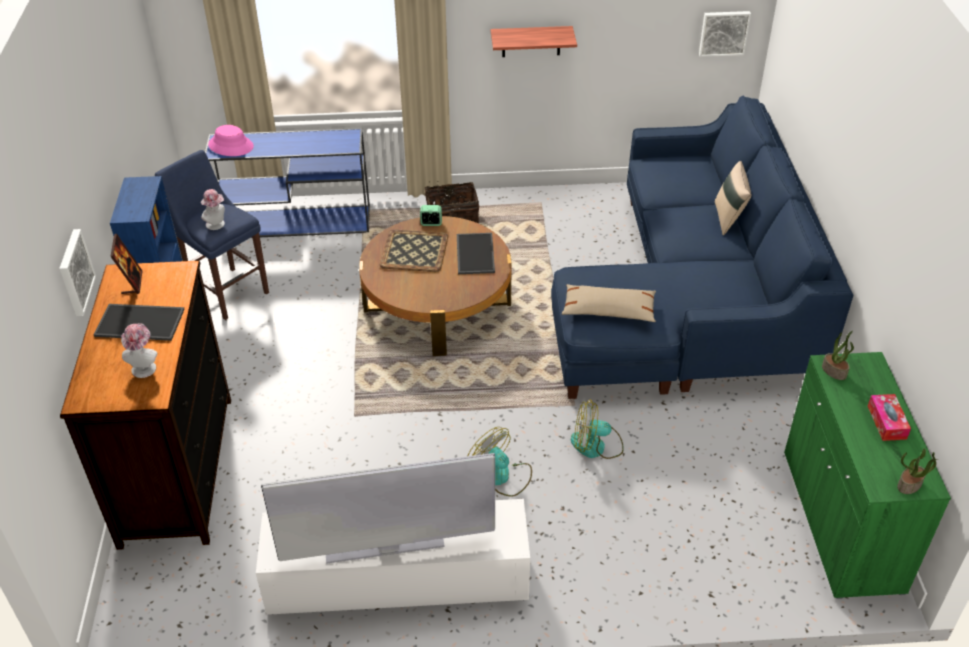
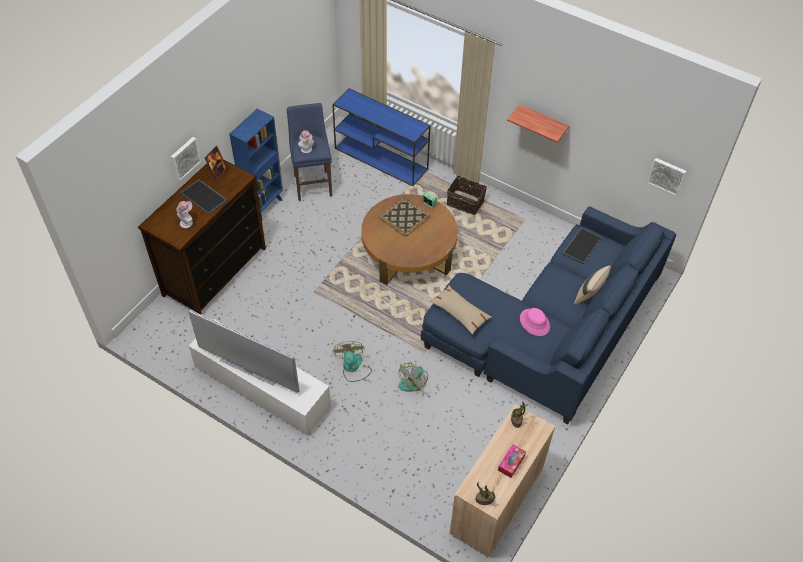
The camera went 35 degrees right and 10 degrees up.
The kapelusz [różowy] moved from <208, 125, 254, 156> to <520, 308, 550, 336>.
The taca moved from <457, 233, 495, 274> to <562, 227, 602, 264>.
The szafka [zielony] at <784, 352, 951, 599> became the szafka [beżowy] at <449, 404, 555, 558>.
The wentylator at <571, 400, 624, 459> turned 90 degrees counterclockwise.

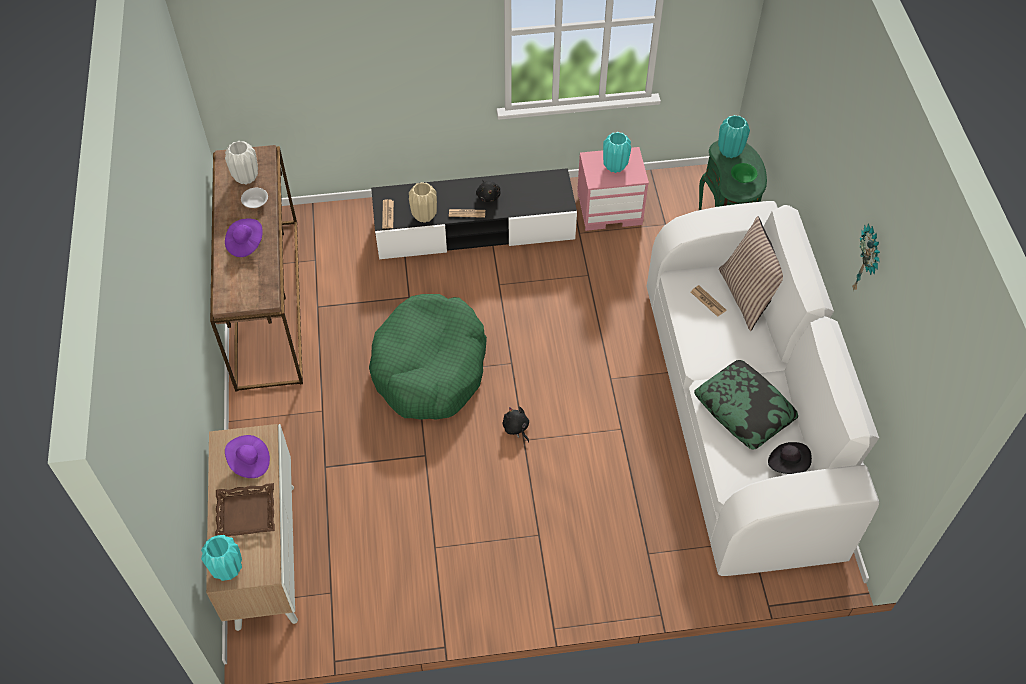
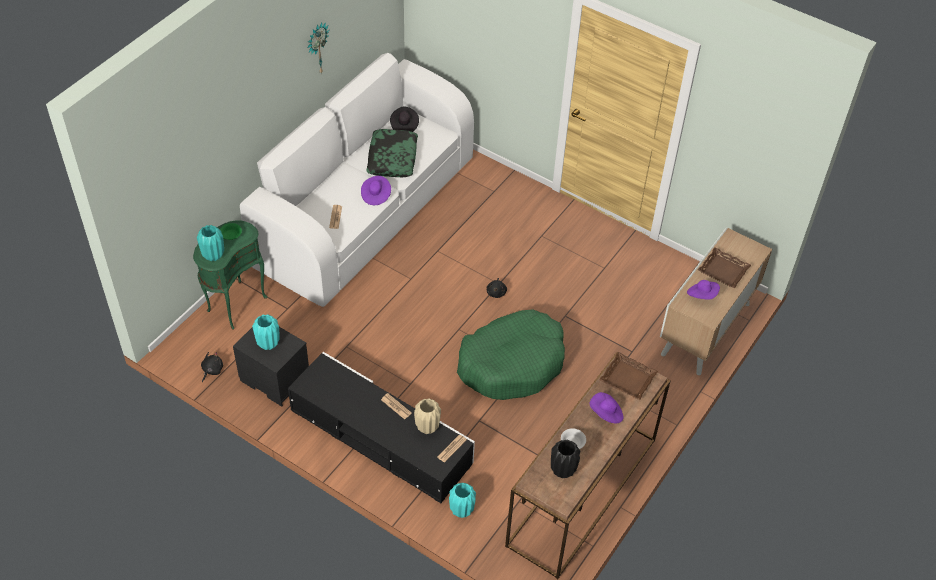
The camera went 140 degrees left and 5 degrees down.
The wazon [biały] at <225, 141, 258, 185> became the wazon [czarny] at <551, 440, 580, 478>.
The szafka nocna [różowy] at <577, 147, 649, 231> became the szafka nocna [czarny] at <233, 327, 309, 407>.
The pluszak [czarny] moved from <476, 179, 500, 202> to <201, 352, 223, 382>.
The poduszka at <719, 216, 783, 331> disappeared.
The wazon [turkusowy] moved from <201, 535, 242, 581> to <449, 483, 476, 518>.
The kapelusz [fioletowy] at <361, 176, 391, 205> appeared.
The taca [brązowy] at <599, 352, 658, 400> appeared.

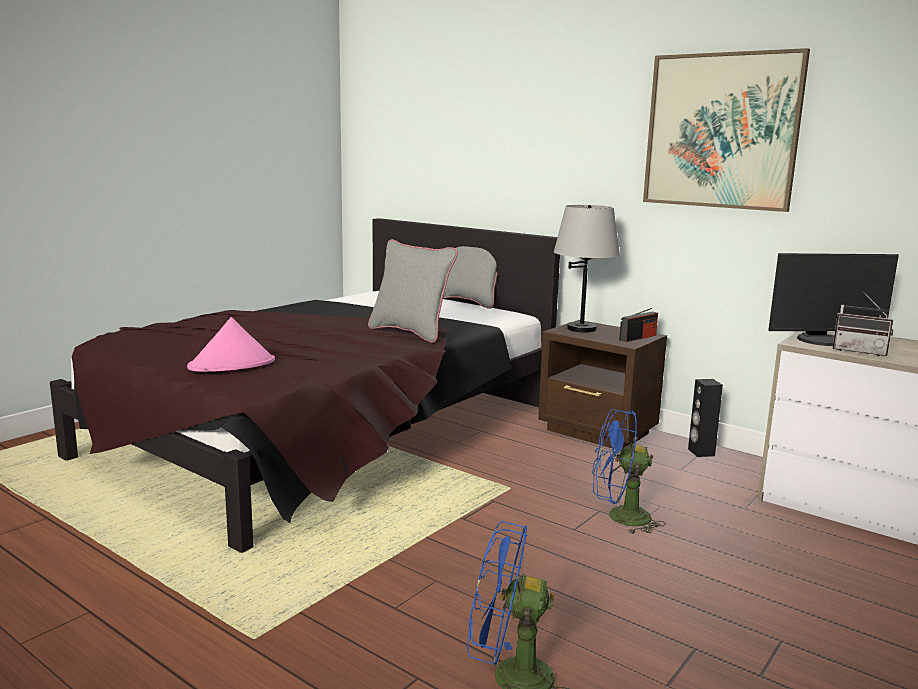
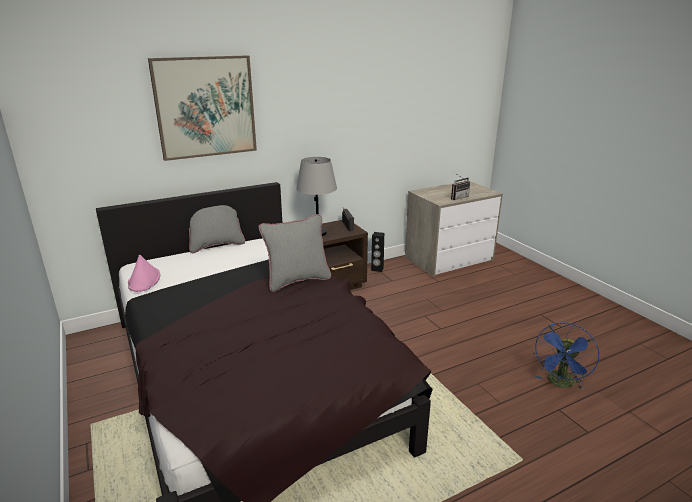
The camera went 65 degrees left and 10 degrees up.
The obraz moved from <643, 48, 810, 212> to <148, 55, 257, 161>.
The monitor at <768, 253, 899, 346> disappeared.
The kapelusz [różowy] moved from <187, 317, 275, 372> to <128, 254, 160, 292>.
The wentylator [niebieski] at <592, 409, 666, 535> disappeared.

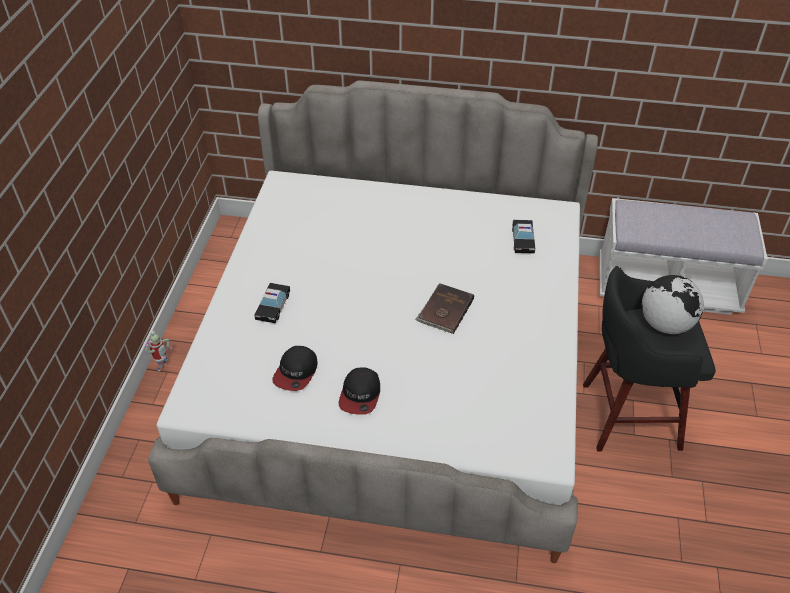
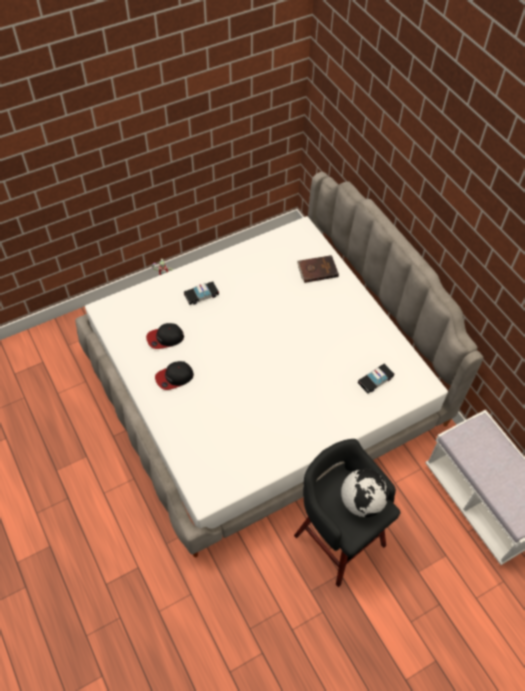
The camera went 50 degrees right and 10 degrees up.
The książka [brązowy] moved from <415, 283, 474, 334> to <297, 255, 339, 283>.

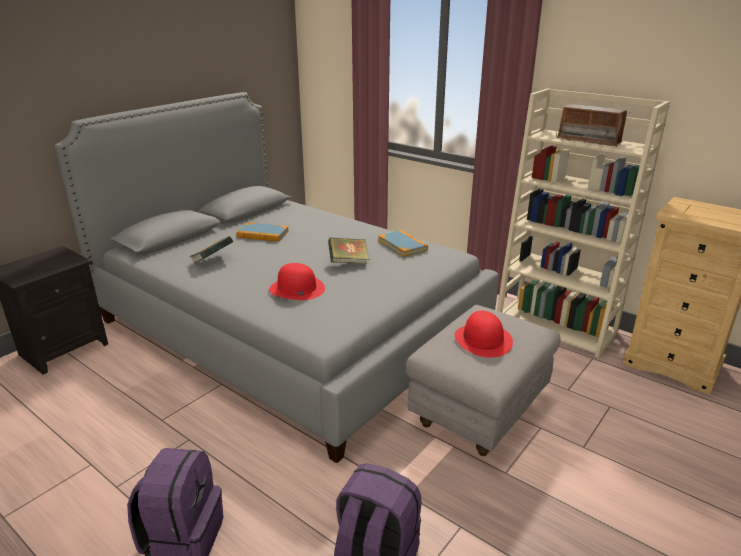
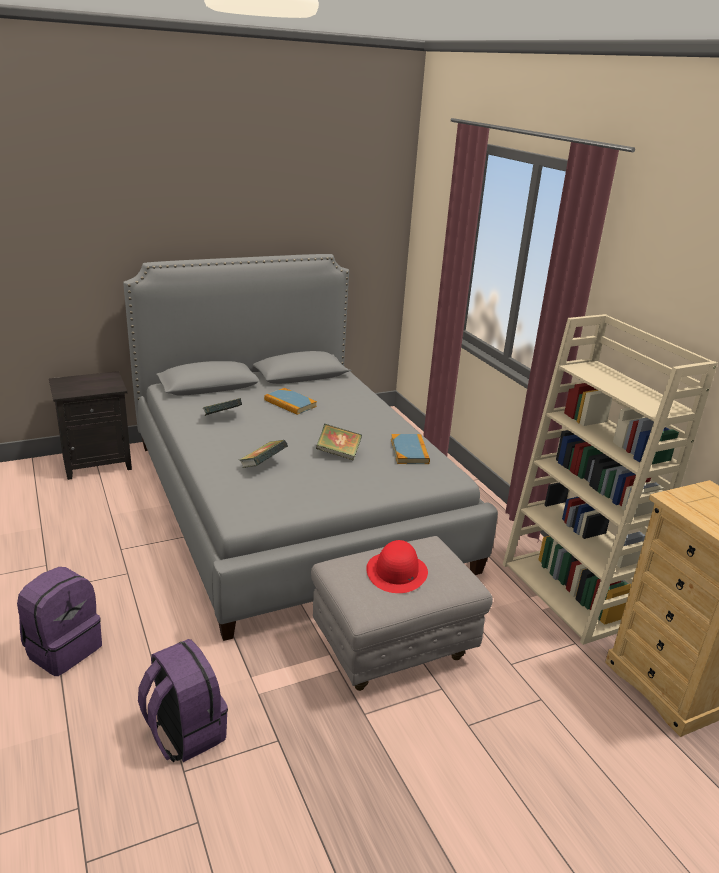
The camera went 25 degrees right and 0 degrees up.
The radio at <556, 103, 627, 147> disappeared.
The kapelusz [czerwony] at <269, 263, 325, 300> was replaced by the książka at <239, 440, 288, 468>.

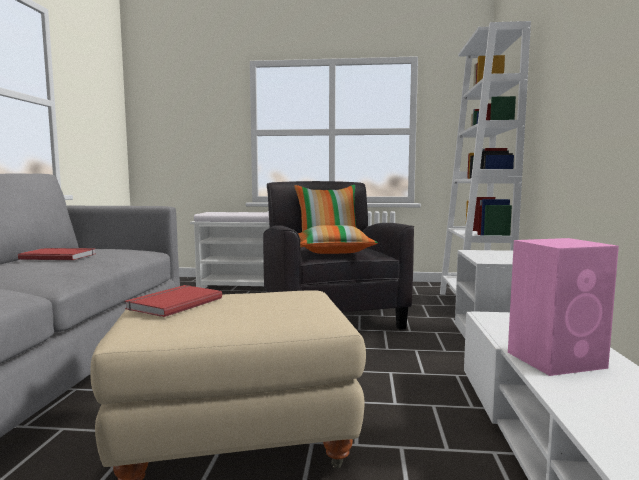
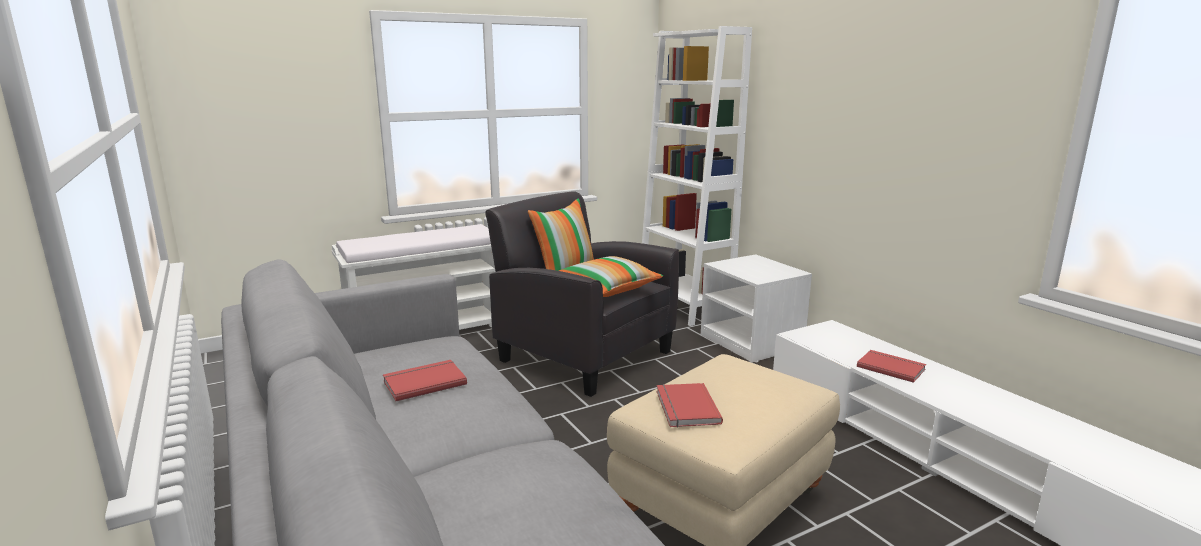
The camera went 35 degrees left and 10 degrees up.
The głośnik [różowy] at <508, 238, 619, 376> was replaced by the książka [czerwony] at <857, 350, 926, 383>.

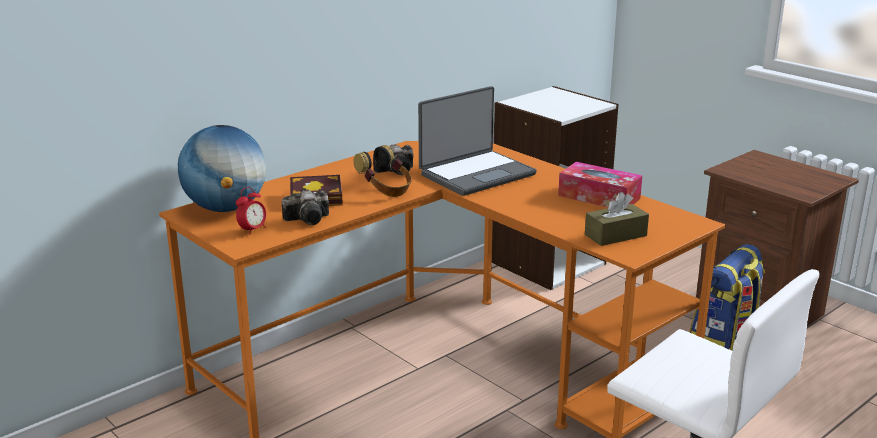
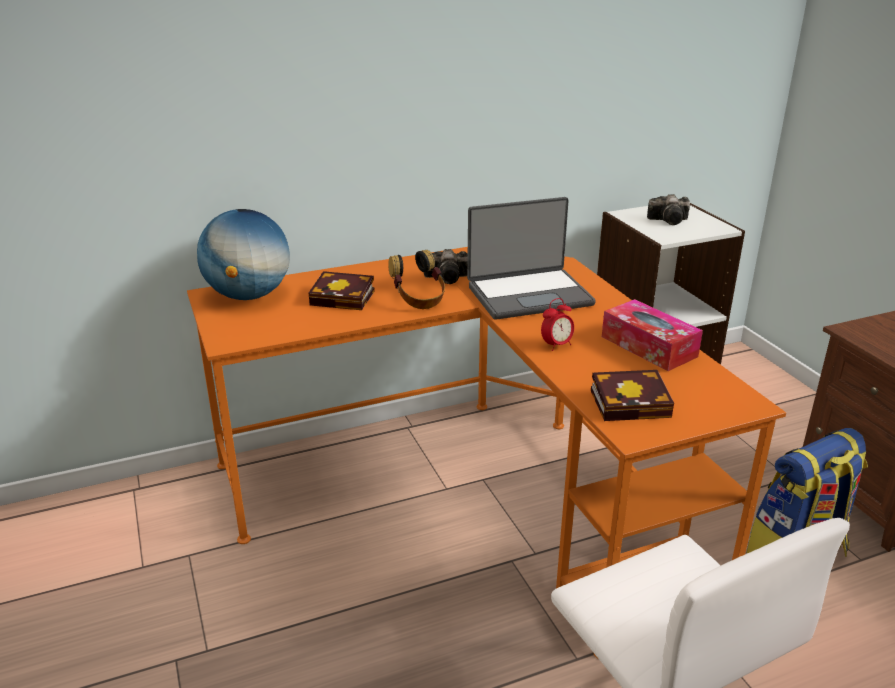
The camera went 20 degrees right and 5 degrees up.
The budzik moved from <236, 187, 266, 235> to <541, 298, 574, 351>.
The aparat fotograficzny moved from <282, 189, 329, 225> to <647, 194, 690, 225>.
The pudełko chusteczek [brązowy] at <585, 192, 649, 246> was replaced by the książka at <591, 370, 674, 421>.

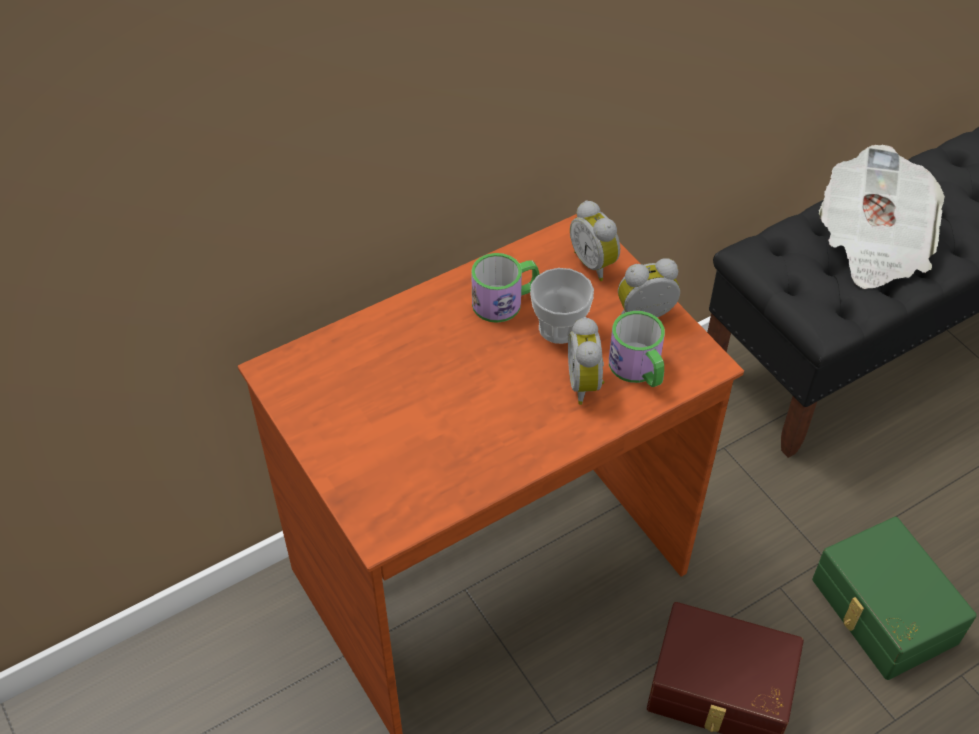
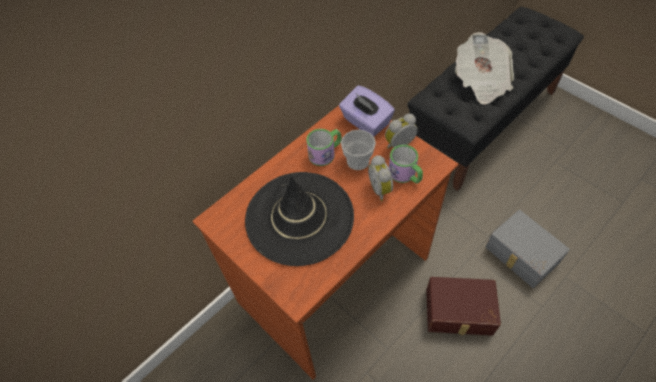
The camera went 10 degrees left and 5 degrees up.
The budzik at <570, 200, 620, 281> was replaced by the pudełko chusteczek [fioletowy] at <339, 85, 395, 137>.
The pojemnik do przechowywania [zielony] at <812, 517, 977, 680> became the pojemnik do przechowywania [szary] at <486, 210, 570, 288>.
The kapelusz [czarny] at <245, 172, 354, 266> appeared.

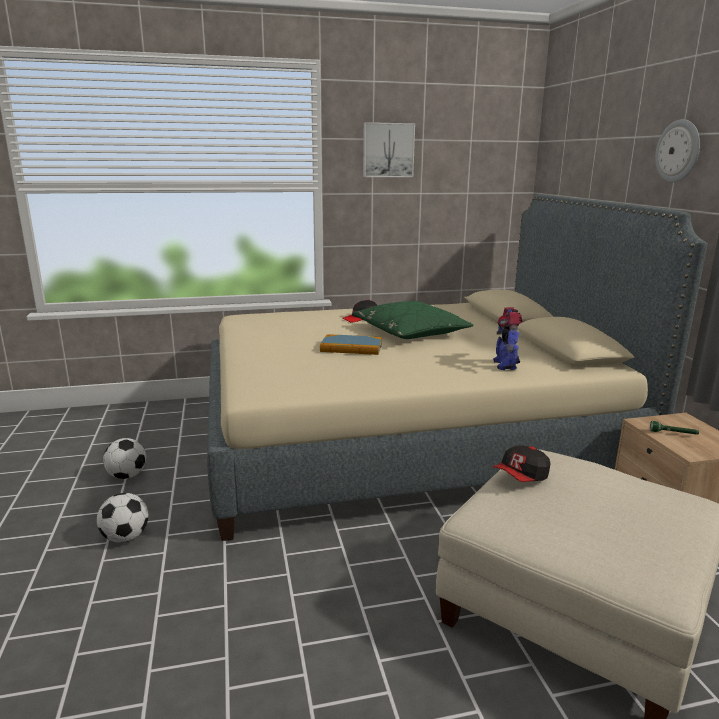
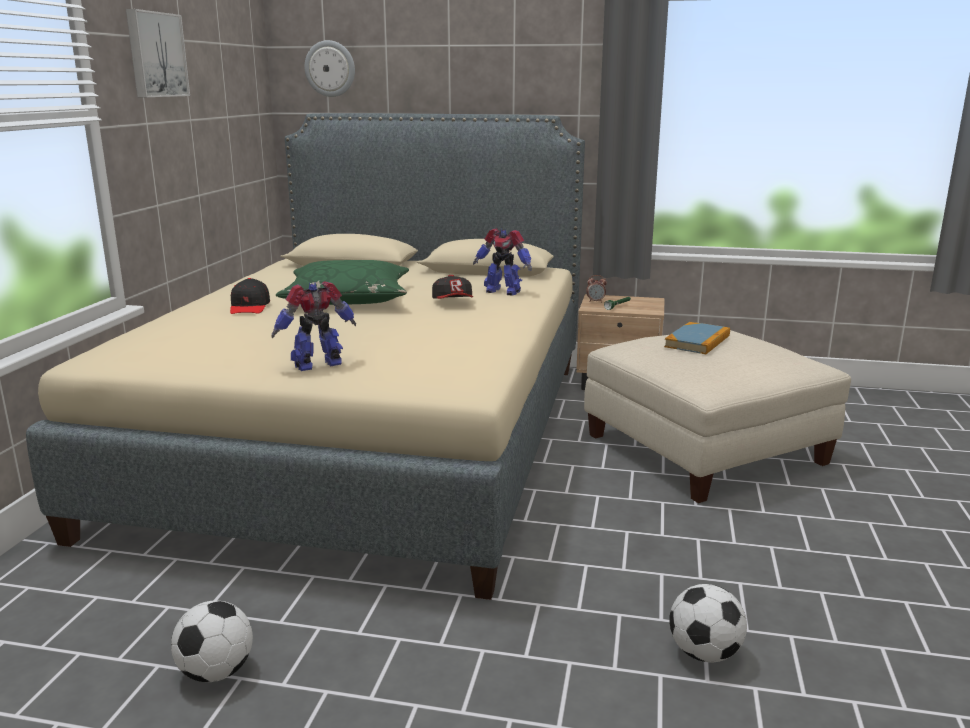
The camera went 65 degrees left and 0 degrees up.
The zegar ścienny moved from <655, 119, 700, 182> to <305, 40, 355, 97>.
The książka moved from <320, 334, 382, 355> to <664, 322, 730, 354>.
The czapka z daszkiem moved from <493, 445, 550, 482> to <432, 275, 473, 299>.
The piłka futbolowa moved from <97, 493, 148, 543> to <669, 584, 747, 662>.
The budzik at <586, 275, 607, 302> appeared.
The robot zabawkowy at <272, 281, 356, 371> appeared.

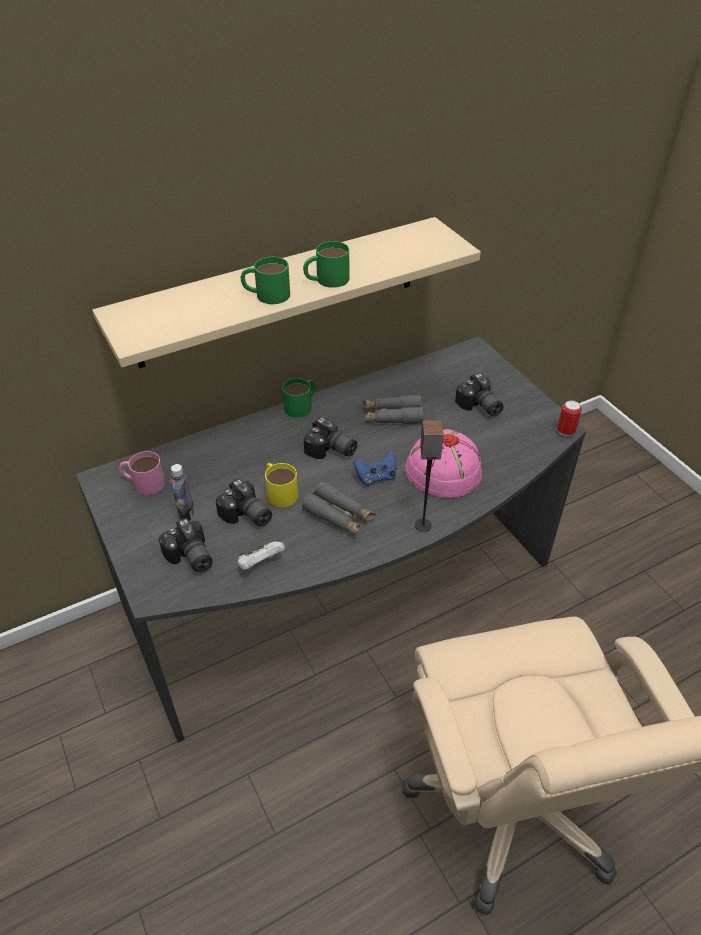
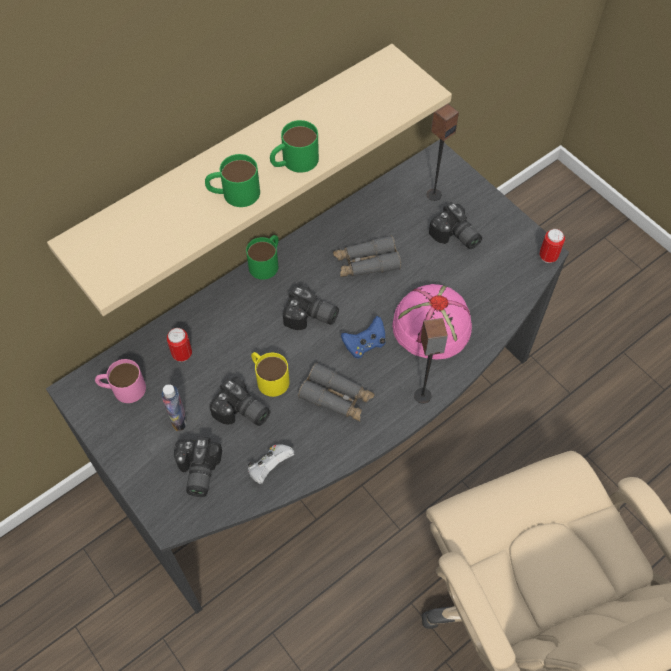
The camera went 10 degrees left and 15 degrees up.
The aparat fotograficzny at <159, 517, 213, 573> turned 45 degrees clockwise.
The głośnik at <427, 104, 459, 201> appeared.
The puszka at <167, 328, 192, 362> appeared.

